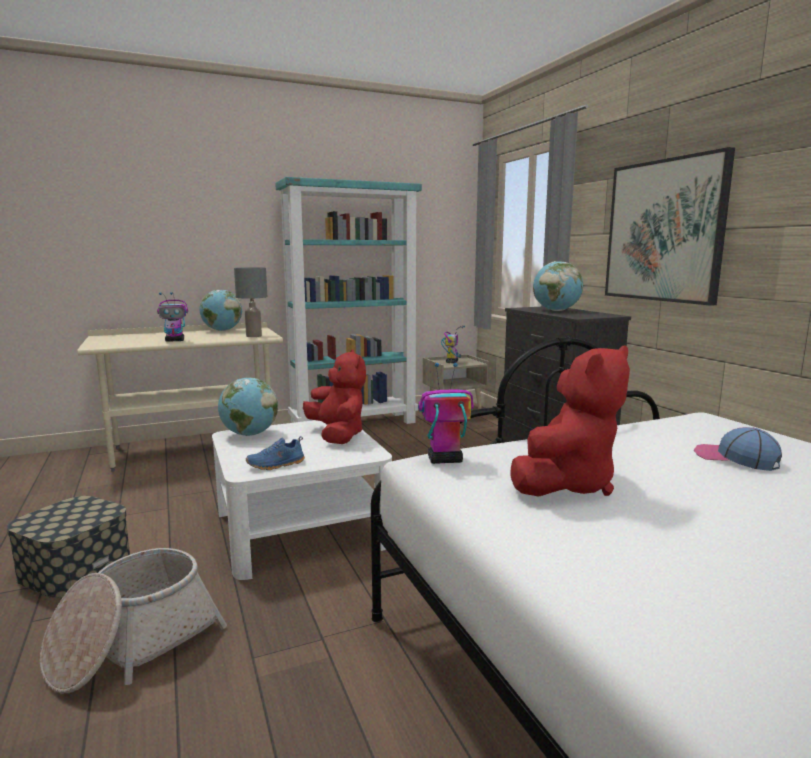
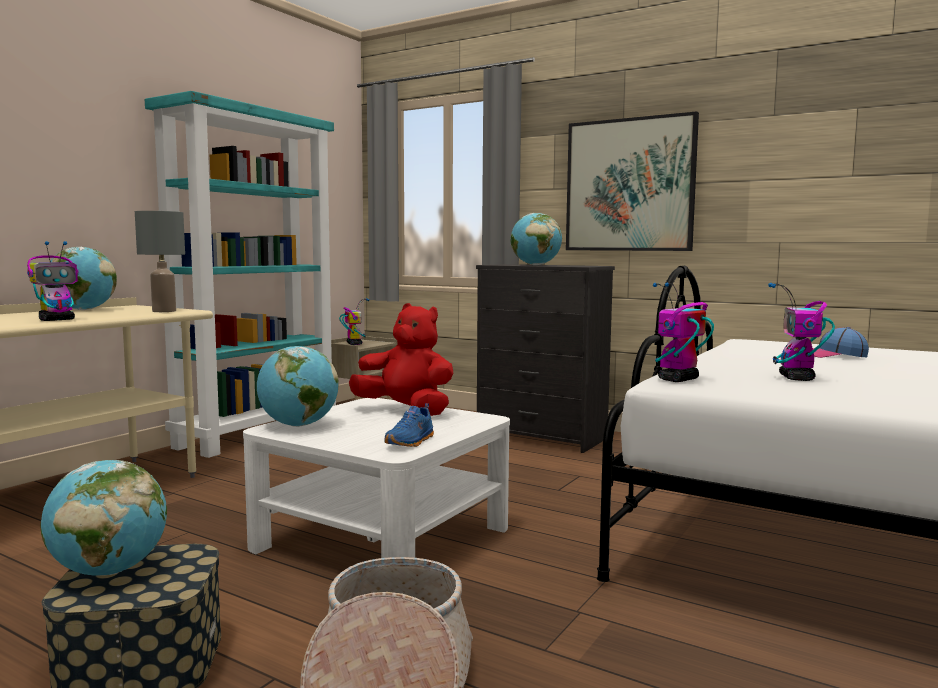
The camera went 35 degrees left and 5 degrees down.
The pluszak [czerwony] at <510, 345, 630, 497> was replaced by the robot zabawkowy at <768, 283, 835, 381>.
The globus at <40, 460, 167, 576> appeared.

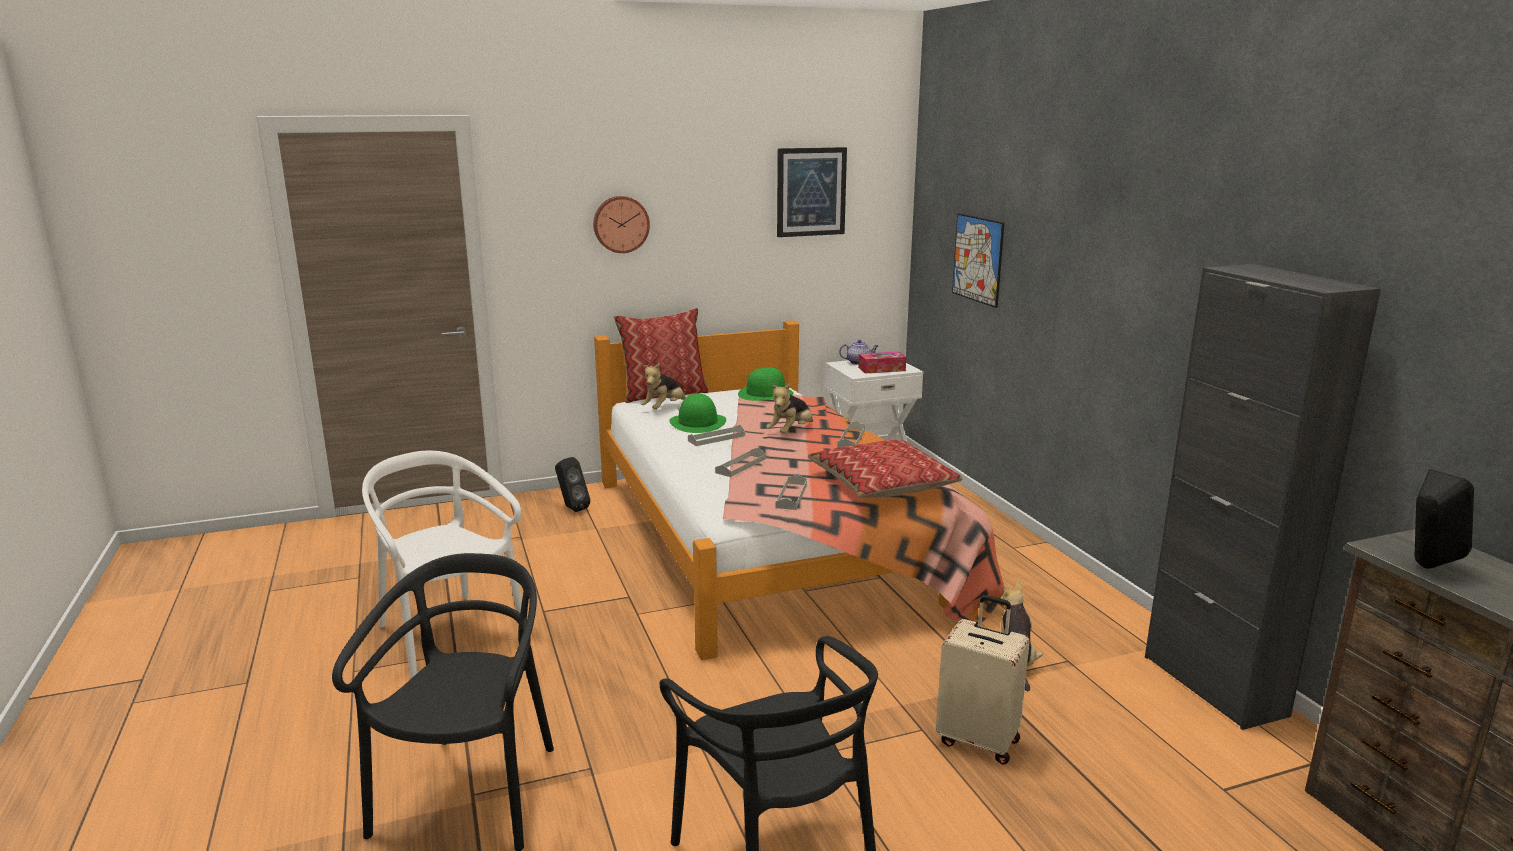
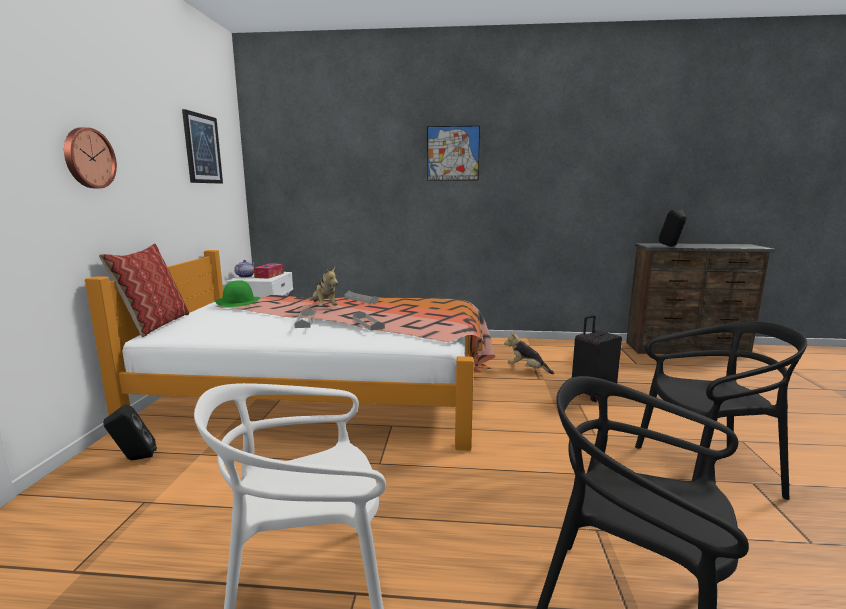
The camera went 65 degrees left and 5 degrees down.
The obraz moved from <952, 214, 1004, 308> to <427, 126, 480, 181>.
The szafka [czarny] at <1145, 264, 1381, 730> disappeared.
The pluszak at <641, 363, 686, 409> disappeared.
The kapelusz [zielony] at <669, 394, 726, 433> disappeared.
The poduszka at <808, 440, 963, 498> disappeared.
The taca [szary] at <776, 474, 807, 510> disappeared.
The walizka [beżowy] at <936, 595, 1030, 765> became the walizka [czarny] at <572, 315, 622, 402>.

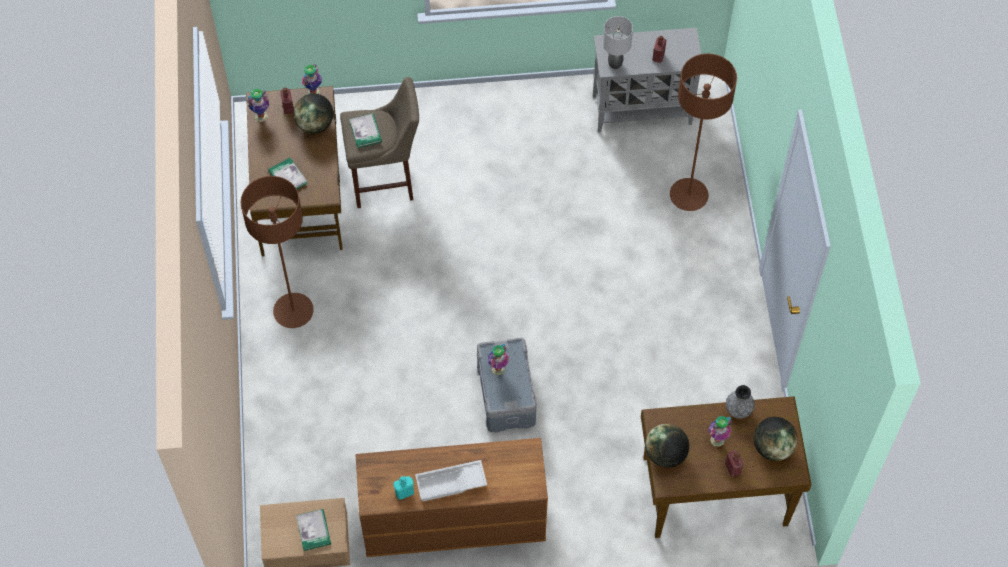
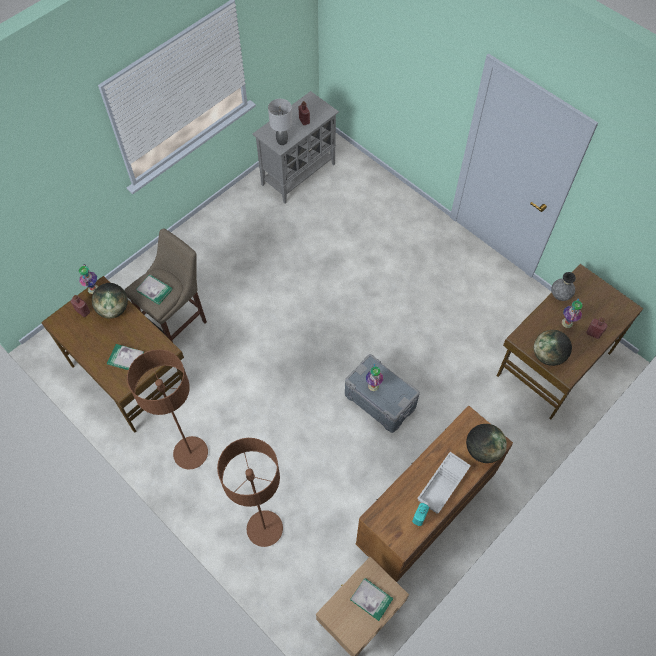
The camera went 40 degrees left and 0 degrees up.
The lampa stojąca [brązowy] moved from <670, 54, 737, 211> to <217, 438, 283, 547>.
The wazon at <247, 89, 269, 122> disappeared.
The globus moved from <754, 417, 798, 461> to <466, 424, 507, 463>.

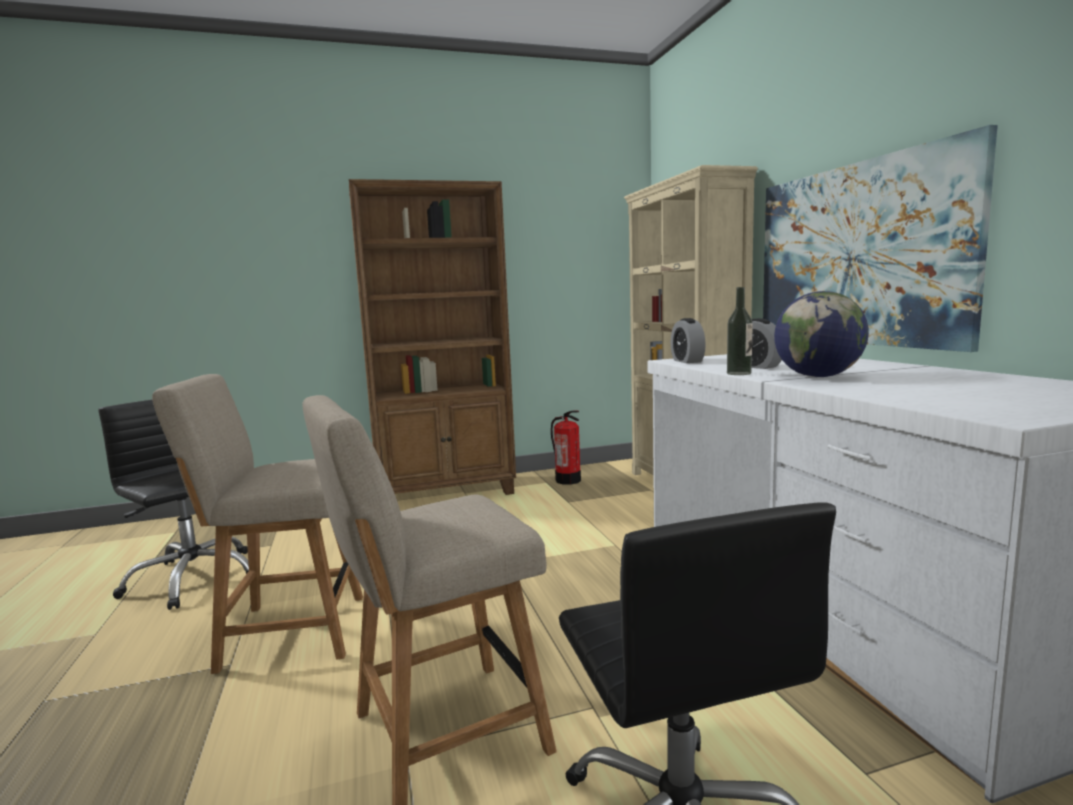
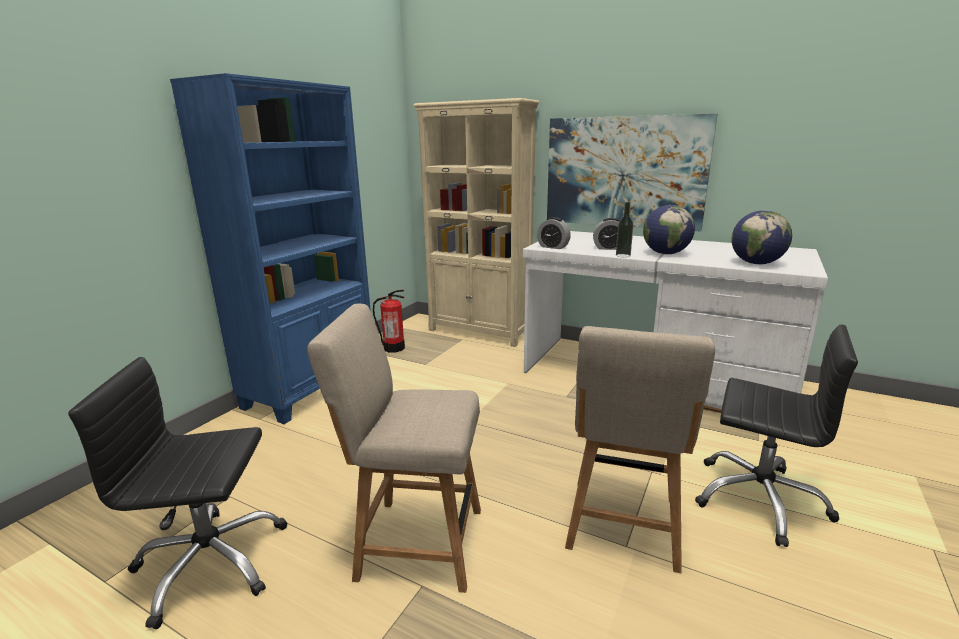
The camera went 45 degrees left and 10 degrees up.
The regał [brązowy] at <349, 179, 516, 495> became the regał [niebieski] at <170, 73, 371, 424>.
The krzesło [beżowy] at <152, 374, 363, 674> turned 60 degrees clockwise.
The globus at <731, 210, 792, 264> appeared.

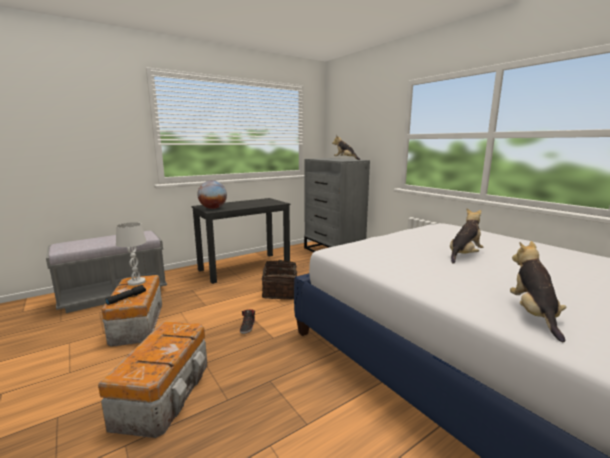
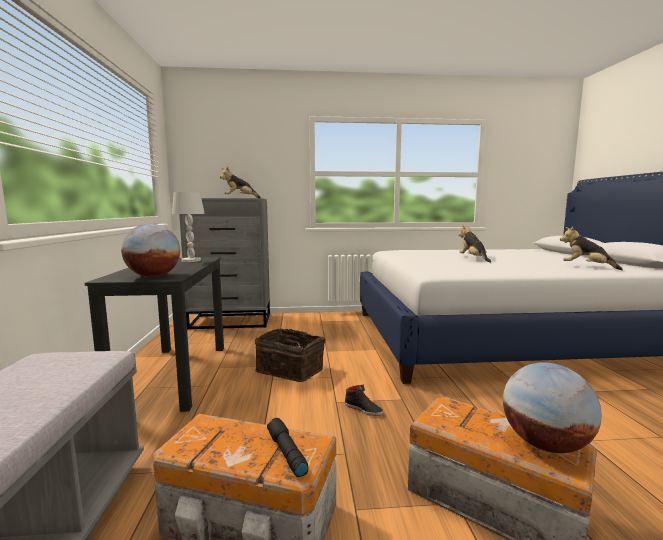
The camera went 60 degrees left and 5 degrees down.
The lampa stołowa [biały] moved from <116, 222, 146, 286> to <172, 192, 205, 262>.
The globus at <503, 362, 602, 453> appeared.

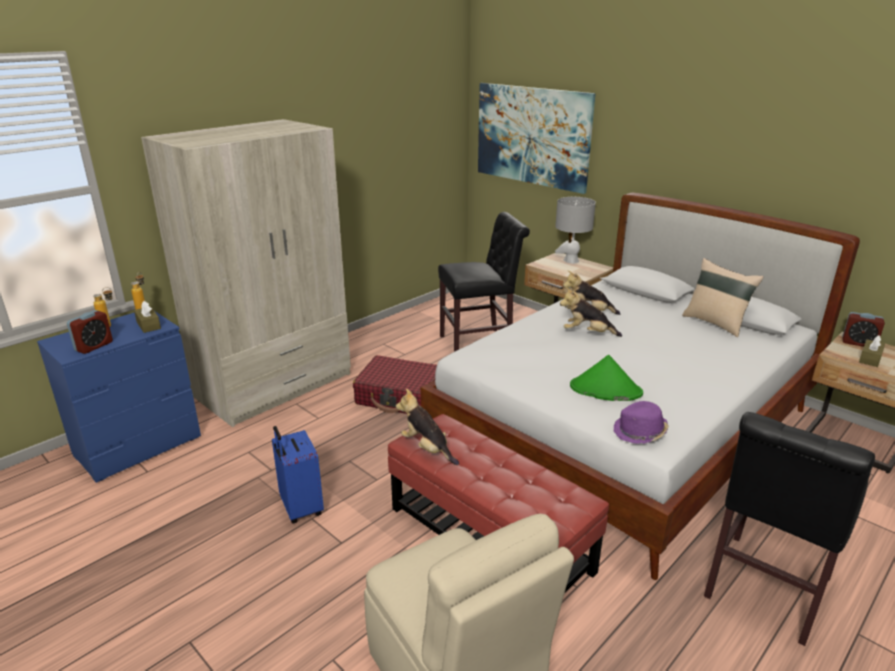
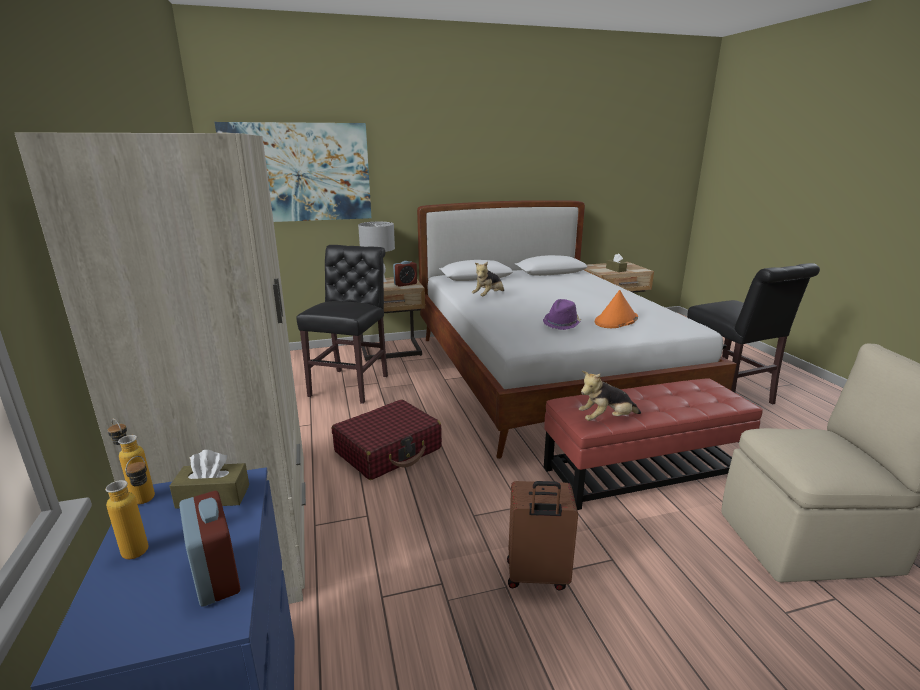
The camera went 60 degrees left and 5 degrees down.
The poduszka [beżowy] at <682, 258, 764, 337> disappeared.
The pluszak at <560, 287, 622, 337> disappeared.
The budzik moved from <842, 312, 885, 347> to <393, 261, 417, 287>.
The kapelusz [zielony] at <570, 355, 643, 401> became the kapelusz [pomarańczowy] at <595, 290, 638, 328>.
The kapelusz [fioletowy] moved from <614, 401, 669, 444> to <543, 299, 581, 330>.
The walizka [niebieski] at <272, 426, 324, 524> became the walizka [brązowy] at <507, 481, 578, 591>.

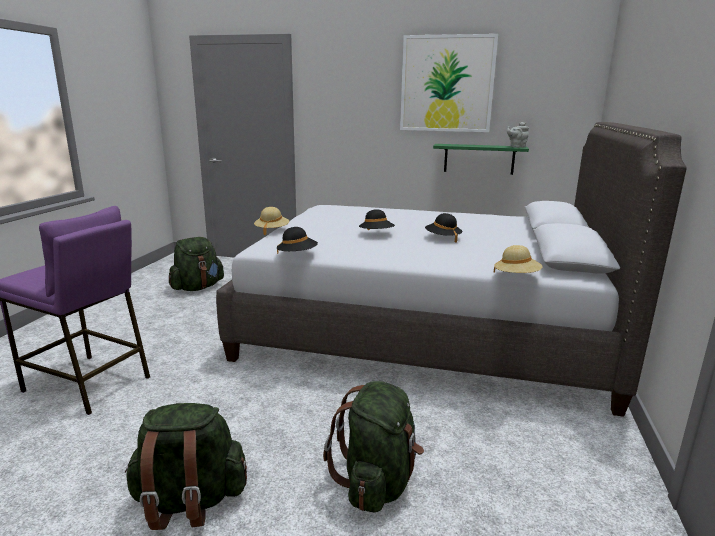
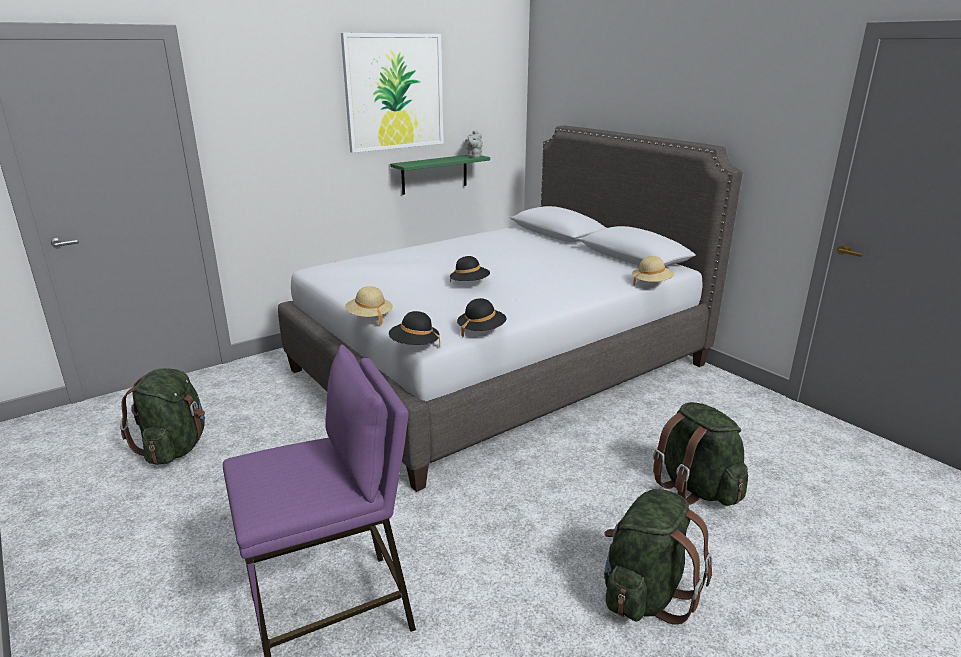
The camera went 50 degrees left and 5 degrees up.
The kapelusz [czarny] moved from <425, 213, 462, 243> to <389, 311, 440, 347>.

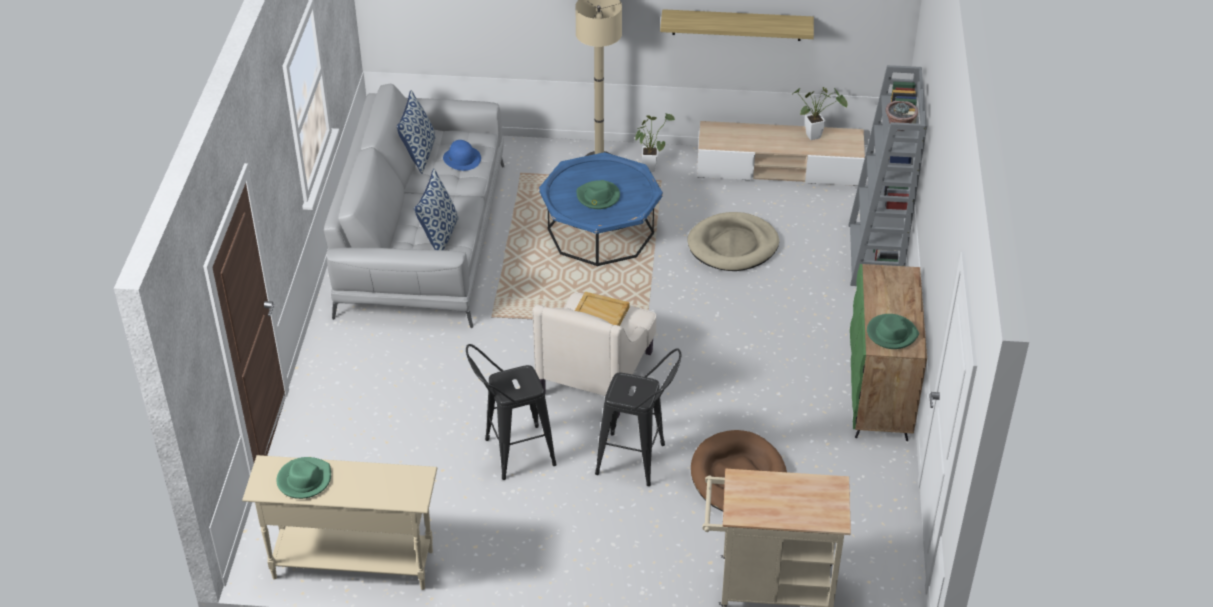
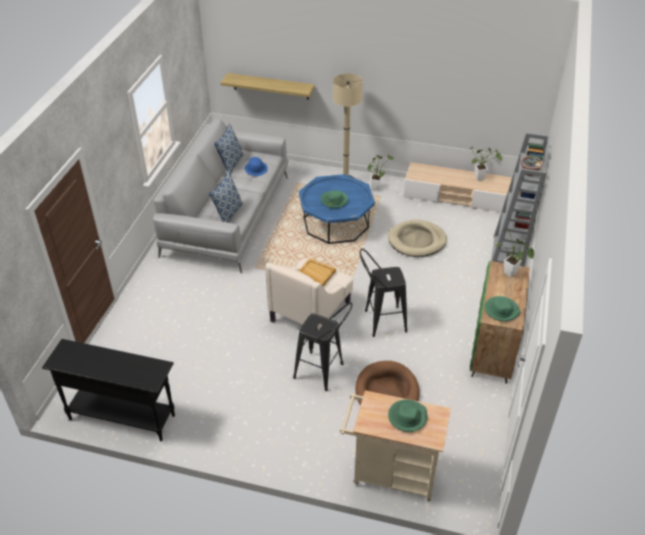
The camera went 10 degrees right and 0 degrees up.
The półka moved from <660, 9, 814, 41> to <220, 73, 315, 100>.
The stołek [czarny] moved from <466, 344, 557, 480> to <360, 248, 407, 337>.
The stolik konsolowy [beżowy] at <242, 455, 437, 590> became the stolik konsolowy [czarny] at <42, 339, 175, 441>.
The kapelusz [zielony] moved from <276, 457, 331, 499> to <388, 400, 427, 432>.
The roślina doniczkowa at <496, 230, 534, 277> appeared.

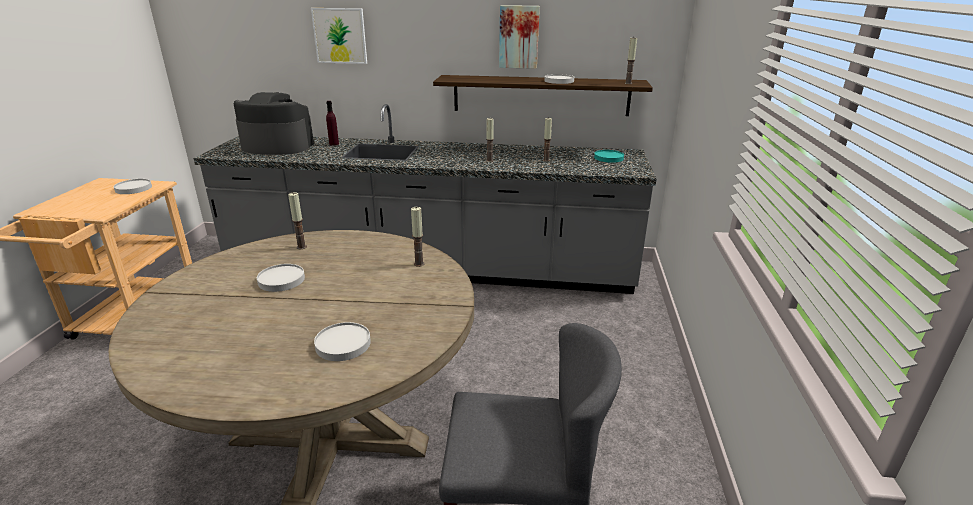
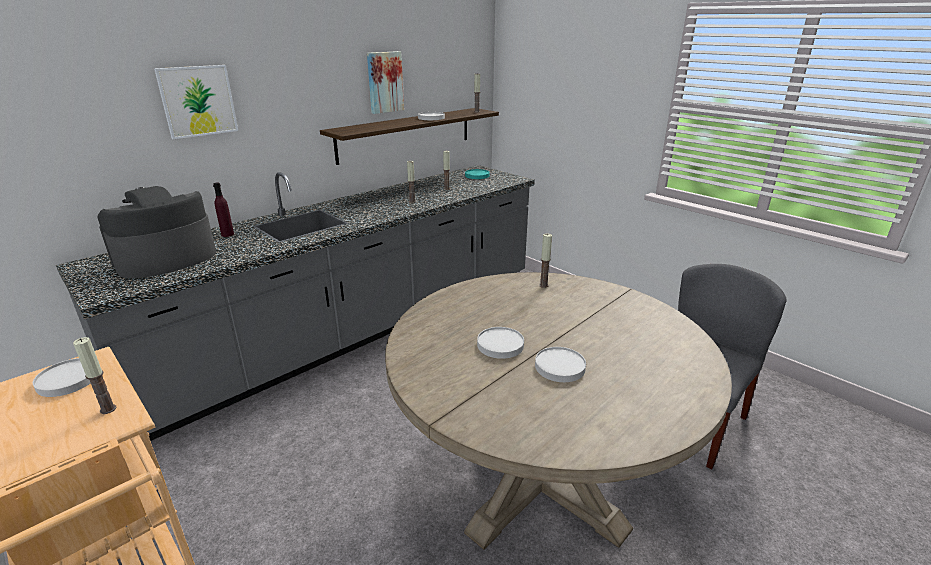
The camera went 50 degrees left and 0 degrees up.
The świeca moved from <288, 192, 307, 249> to <73, 337, 116, 414>.
The talerz [biały] moved from <314, 322, 371, 361> to <535, 347, 586, 382>.

